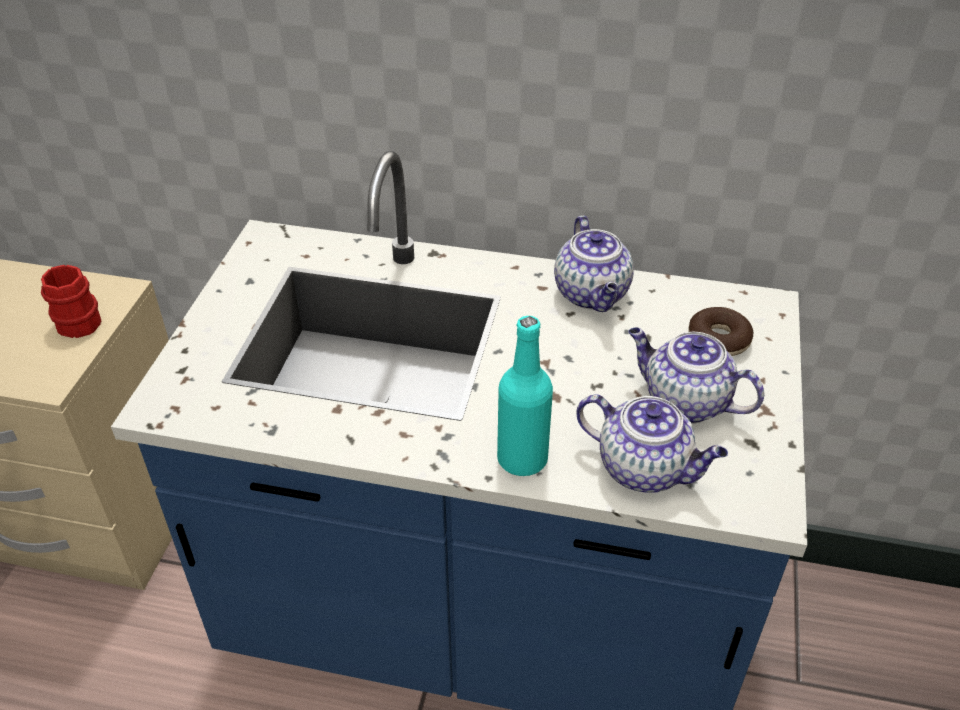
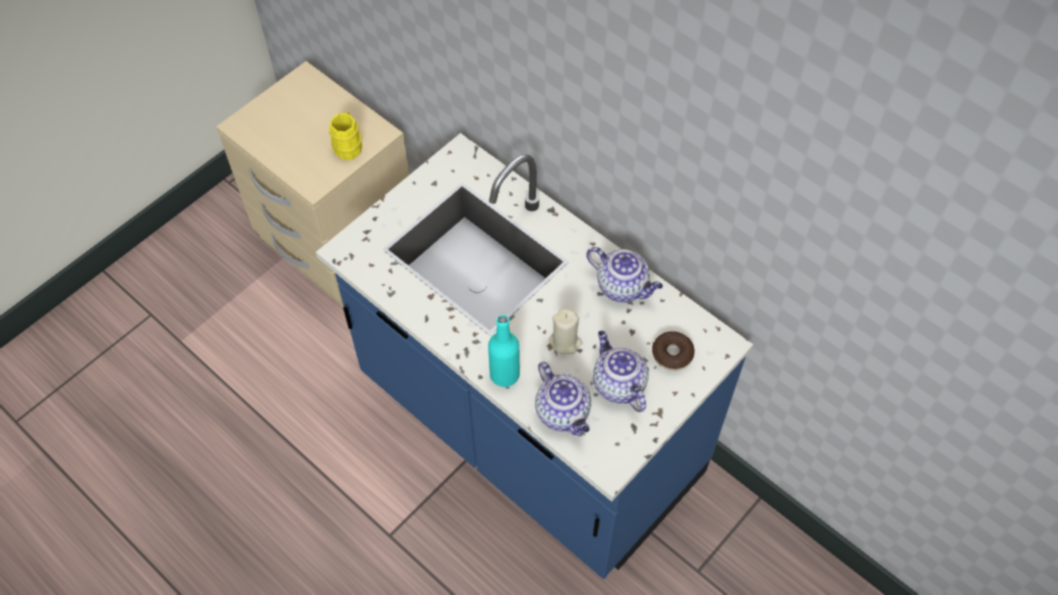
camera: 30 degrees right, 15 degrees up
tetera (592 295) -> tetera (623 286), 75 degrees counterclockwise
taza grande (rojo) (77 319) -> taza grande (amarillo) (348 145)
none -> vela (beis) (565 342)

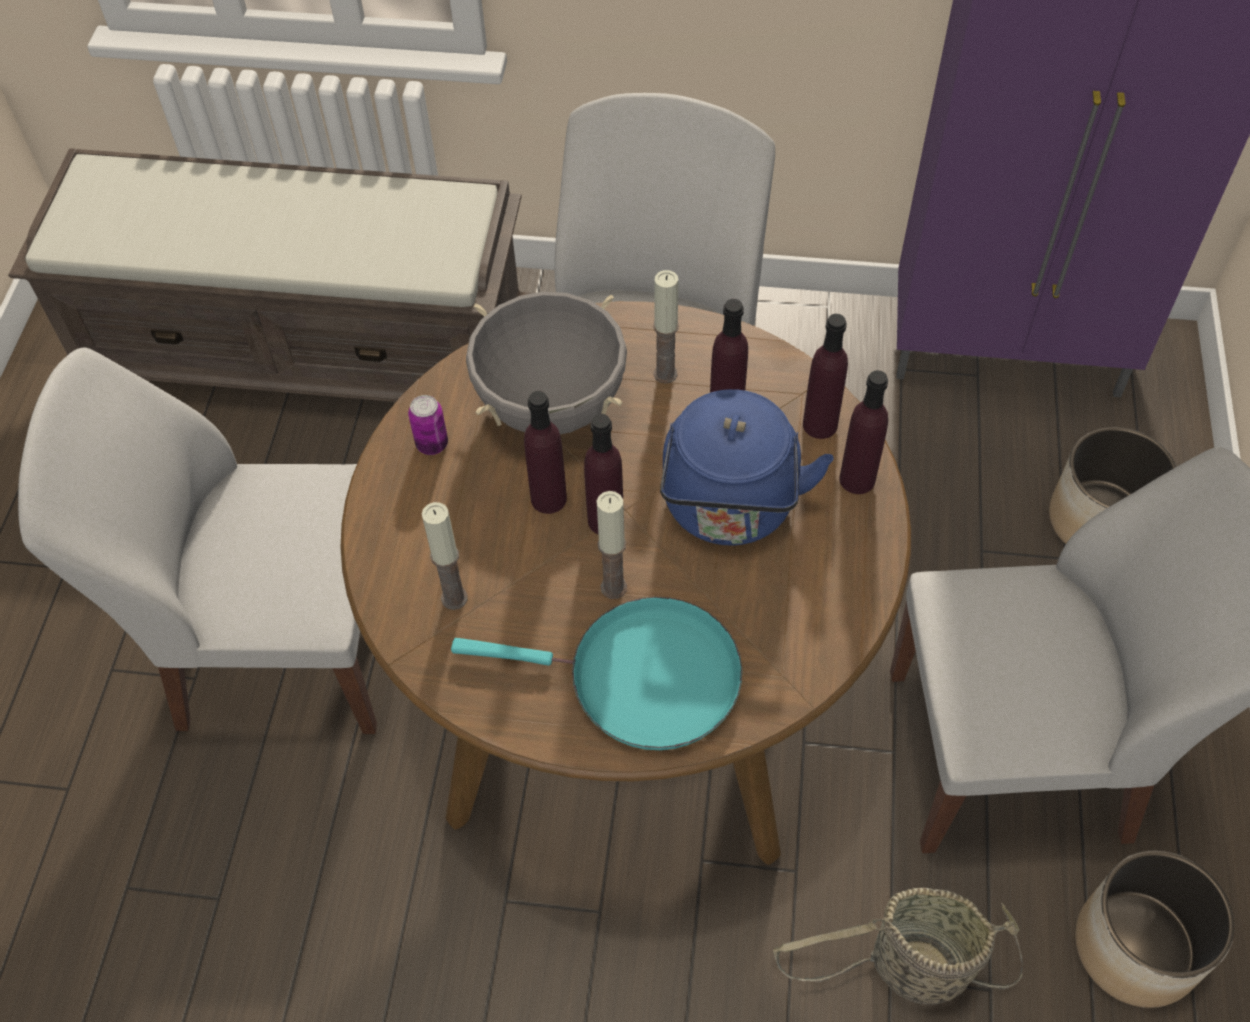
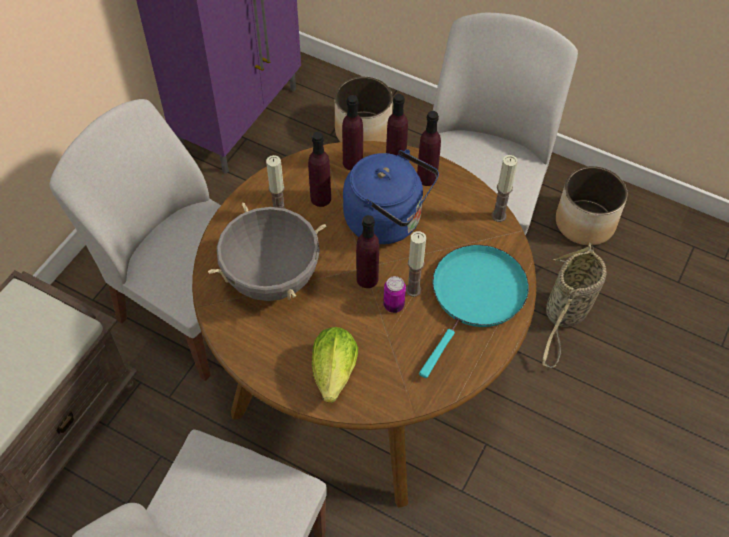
camera: 70 degrees left, 0 degrees up
botella (morado) (548 498) -> botella (morado) (426 178), move
lata (432 444) -> lata (393 305), move
vela (454 598) -> vela (499 216), move
none -> lechuga (333 376)

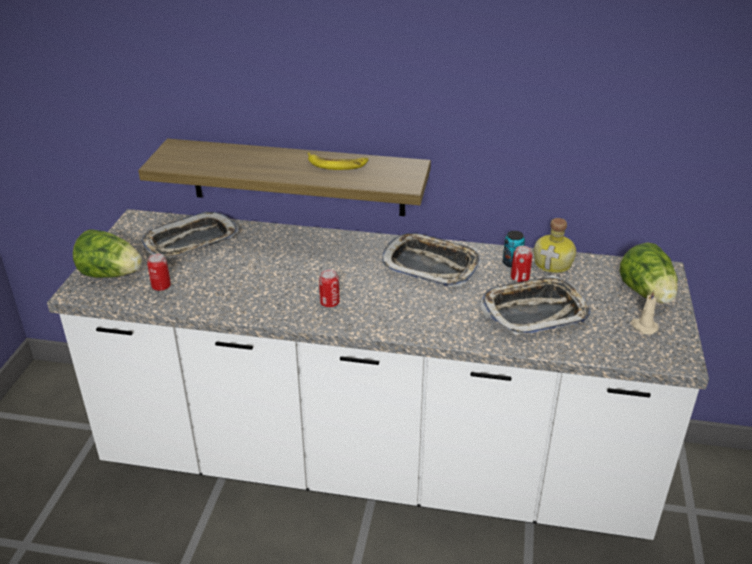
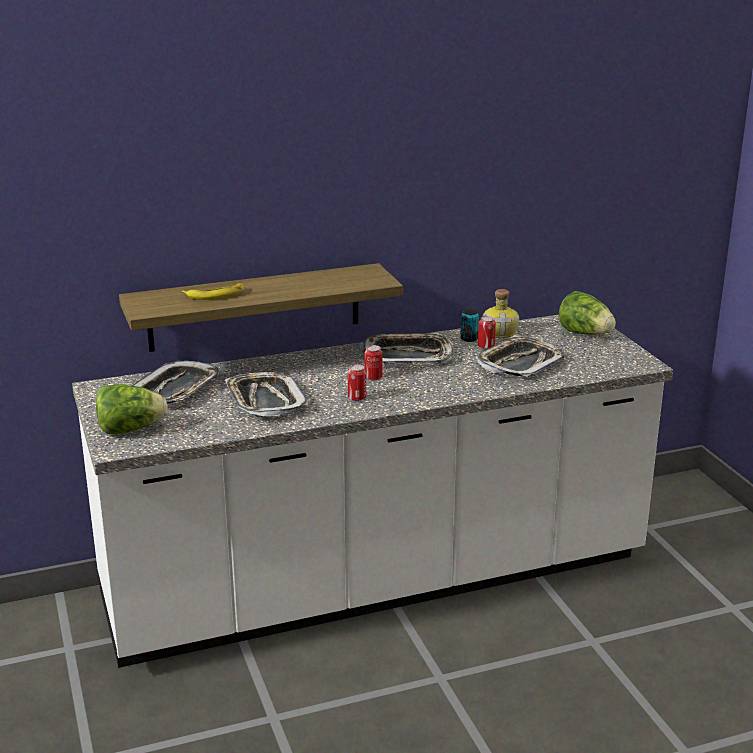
camera: 30 degrees left, 10 degrees down
plátano (337 165) -> plátano (216 295), move
lata (161 286) -> lata (373 377), move
vela (beis) (643 327) -> none
none -> bandeja (265 400)

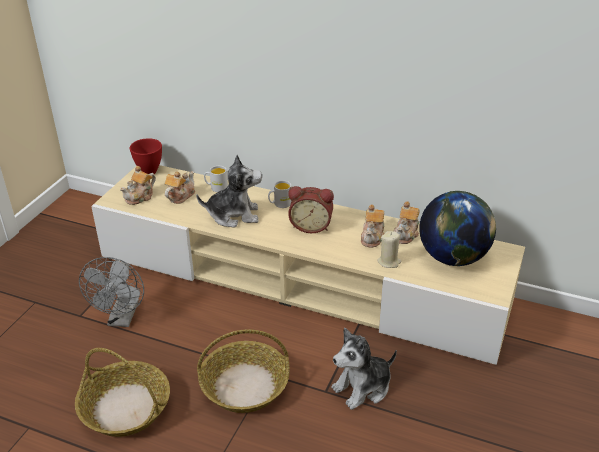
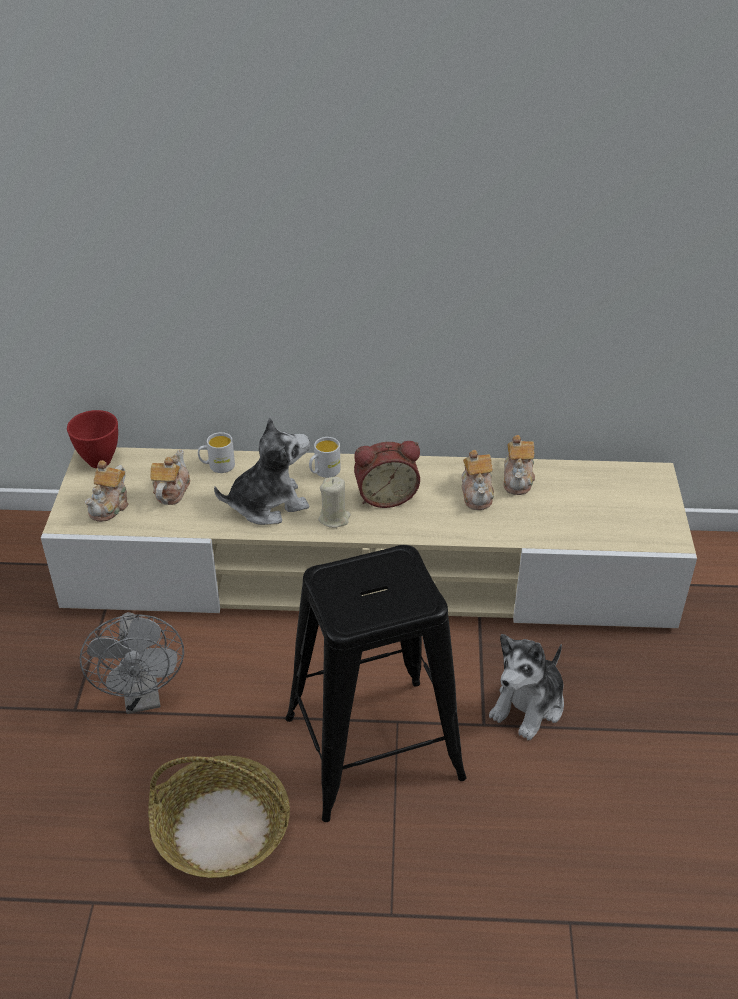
camera: 20 degrees left, 5 degrees up
globo terráqueo (453 258) -> none
vela (beis) (389 262) -> vela (beis) (334 518), move
cesta (245 385) -> taburete (negro) (373 747)

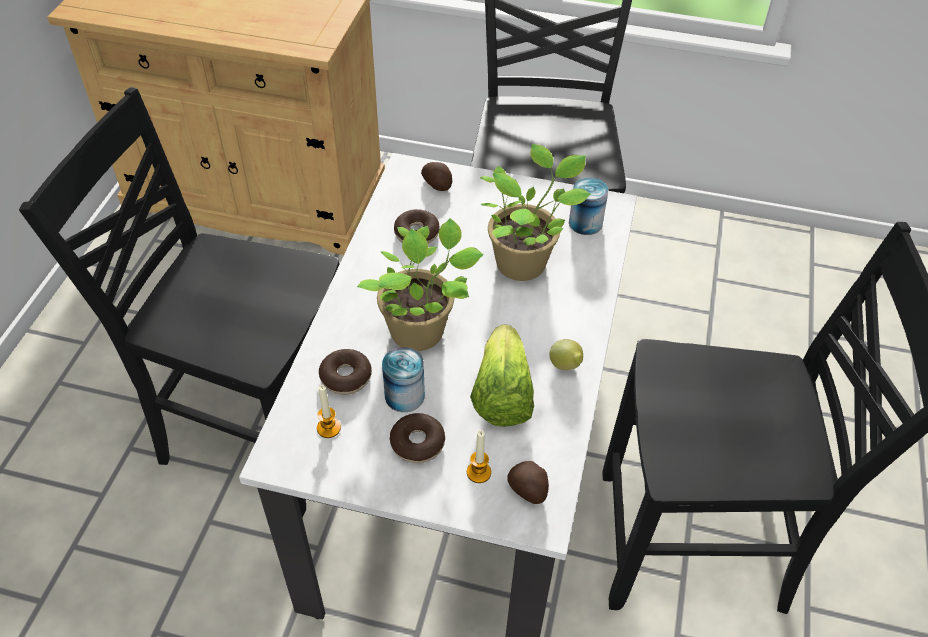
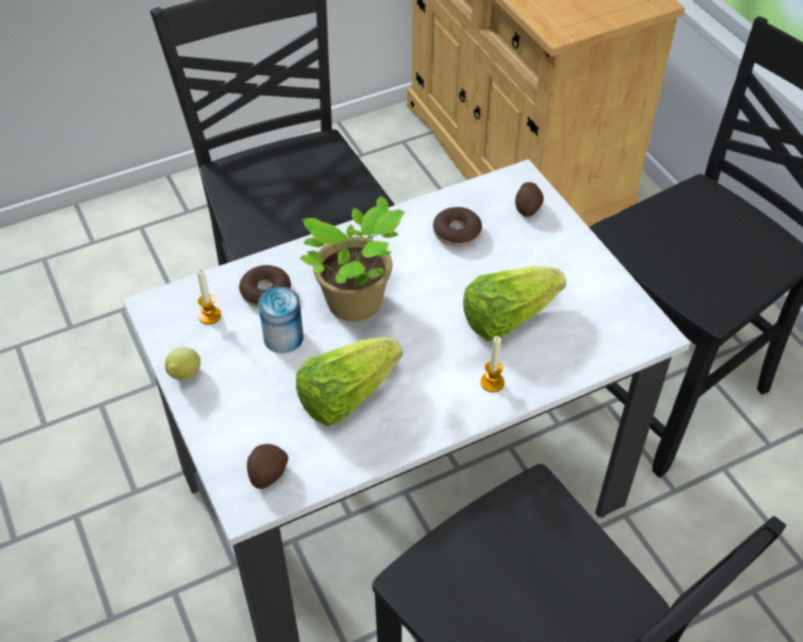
camera: 50 degrees right, 0 degrees up
planta en maceta (524 262) -> lechuga (507 317)
lata (585 223) -> none
limón (566 366) -> limón (184 376), move
rosquilla (417 443) -> none
vela (478 472) -> vela (492 382), move

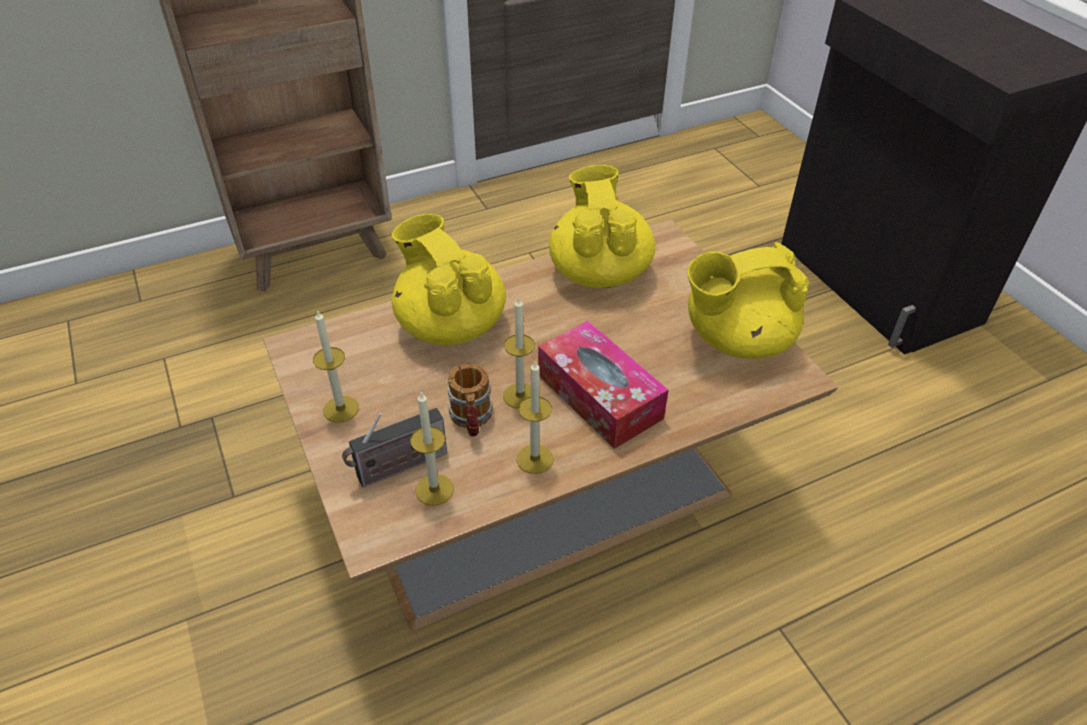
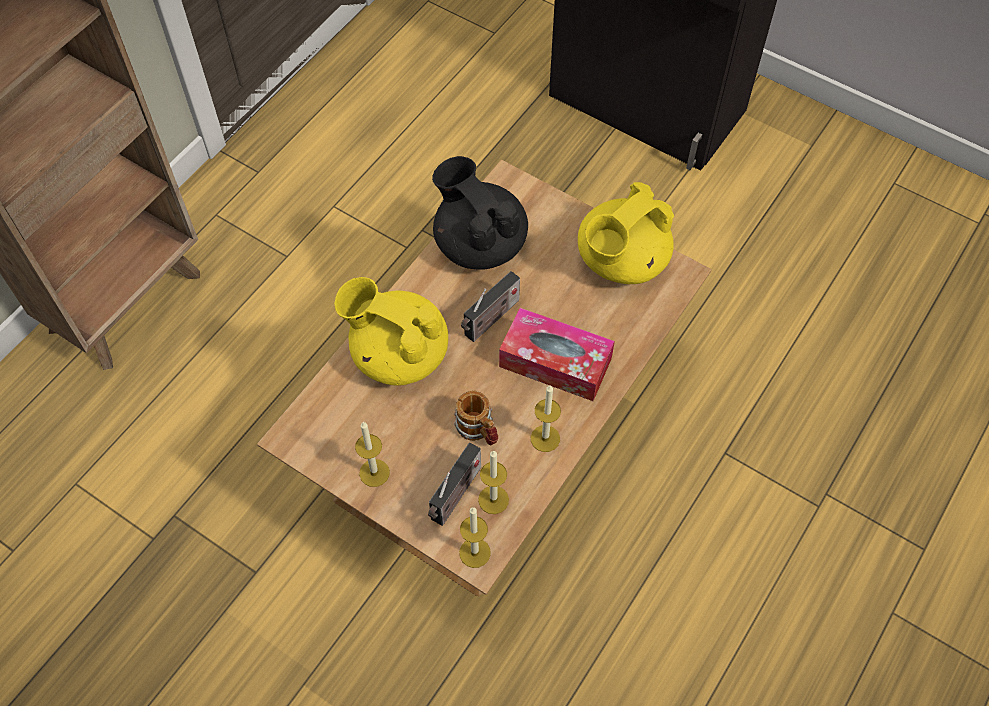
camera: 30 degrees left, 15 degrees up
tetera (amarillo) (599 271) -> tetera (negro) (479 243)
vela (520 395) -> vela (474 552), move
none -> radio (490 320)

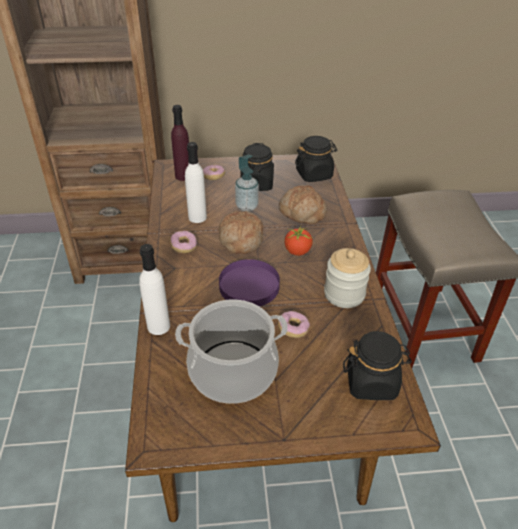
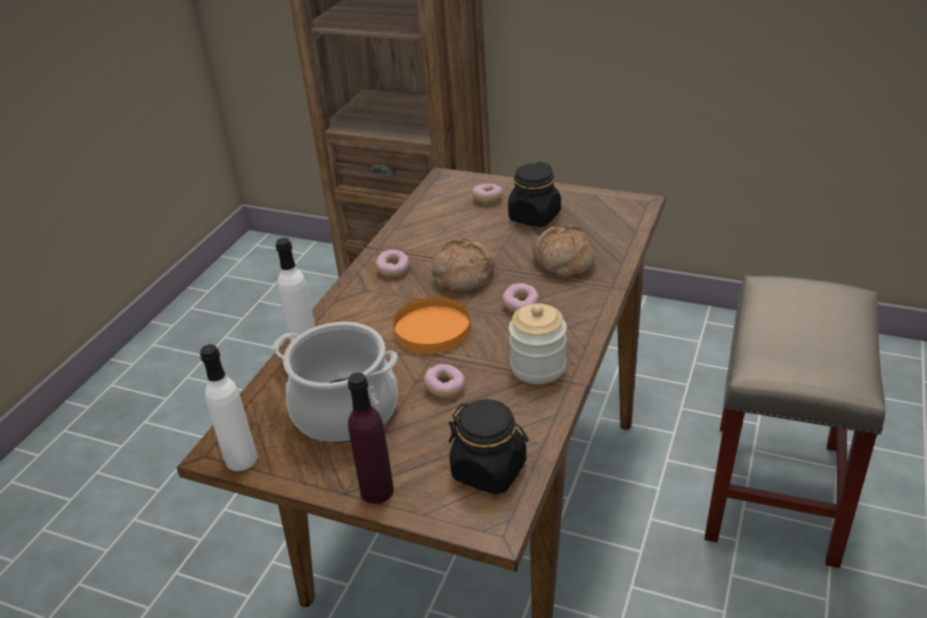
camera: 30 degrees right, 5 degrees down
botella (morado) (183 176) -> botella (morado) (377 490), move
tarro (negro) (314 174) -> none
botella (blanco) (197 217) -> botella (blanco) (241 459), move
dispensador de jabón (247 206) -> none
tomate (297 251) -> rosquilla (520 305)
plato (morado) (249 286) -> plato (naranja) (432 329)

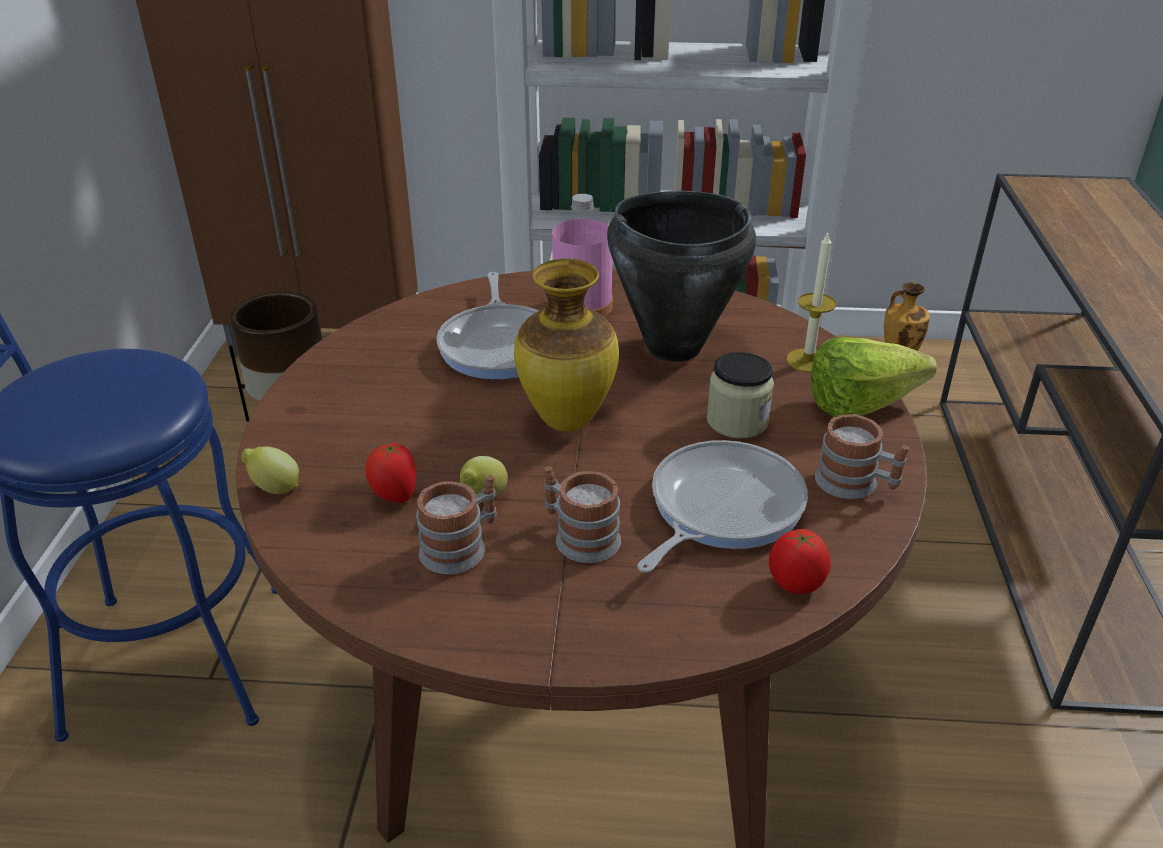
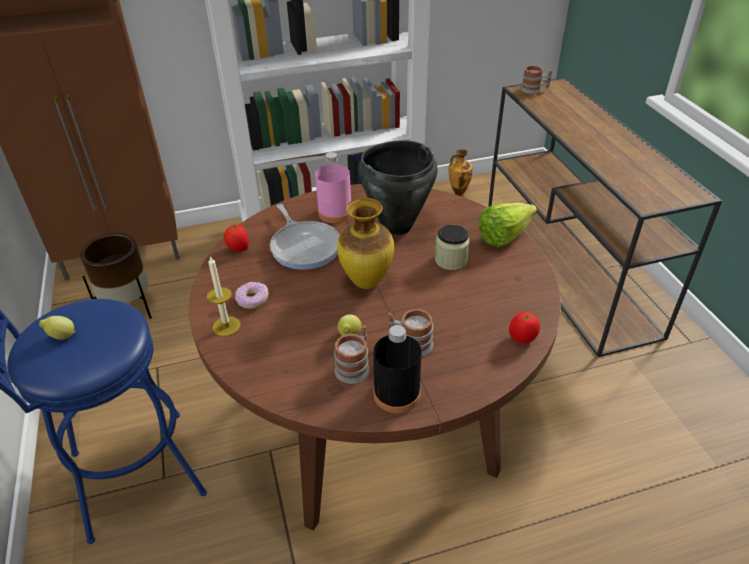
camera: 20 degrees left, 5 degrees up
vela (808 360) -> vela (226 326), move
taza grande (856 484) -> taza grande (534 90), move
sartén (720 508) -> none
tomate (394 496) -> tomate (238 249), move
limón (274 488) -> limón (61 336), move
none -> rosquilla (252 299)
none -> botella (negro) (396 394)

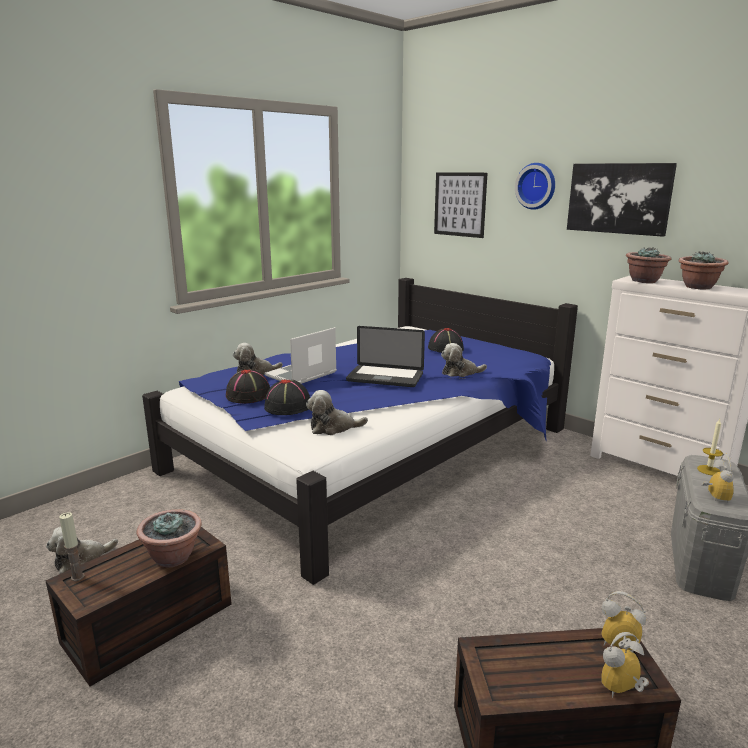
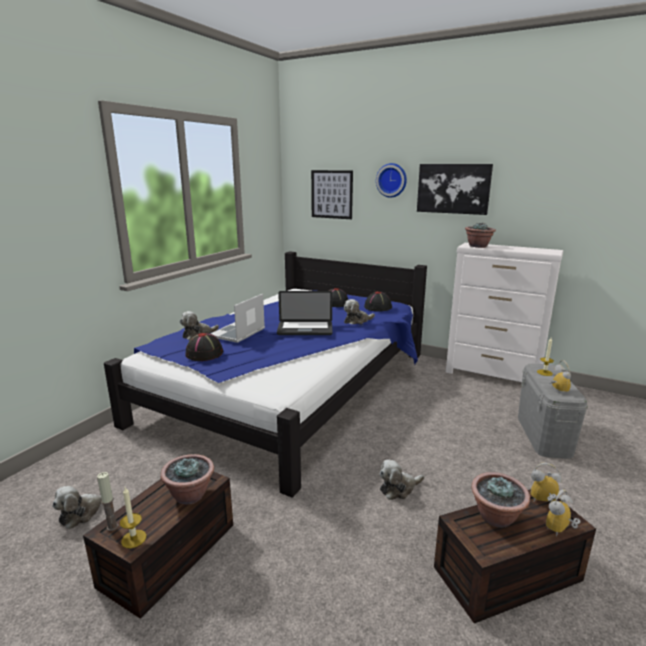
camera: 15 degrees left, 0 degrees up
planta en maceta (698 287) -> planta en maceta (496 517), move
sombrero (negro) (288 406) -> sombrero (negro) (378 307), move
peluche (333 428) -> peluche (398 488), move
none -> vela (134 539)

